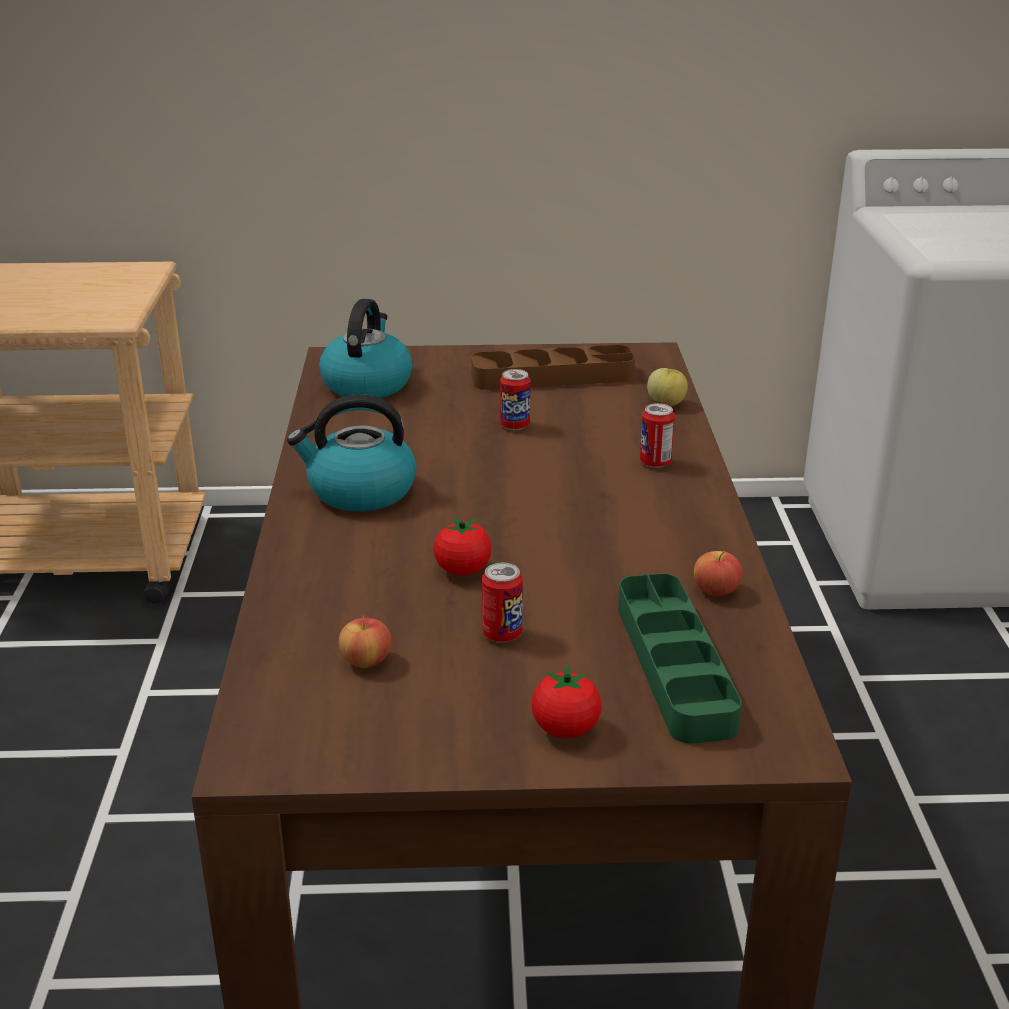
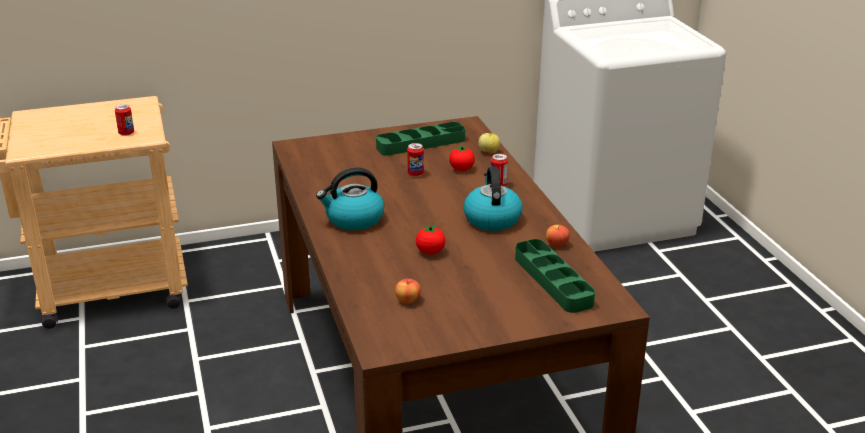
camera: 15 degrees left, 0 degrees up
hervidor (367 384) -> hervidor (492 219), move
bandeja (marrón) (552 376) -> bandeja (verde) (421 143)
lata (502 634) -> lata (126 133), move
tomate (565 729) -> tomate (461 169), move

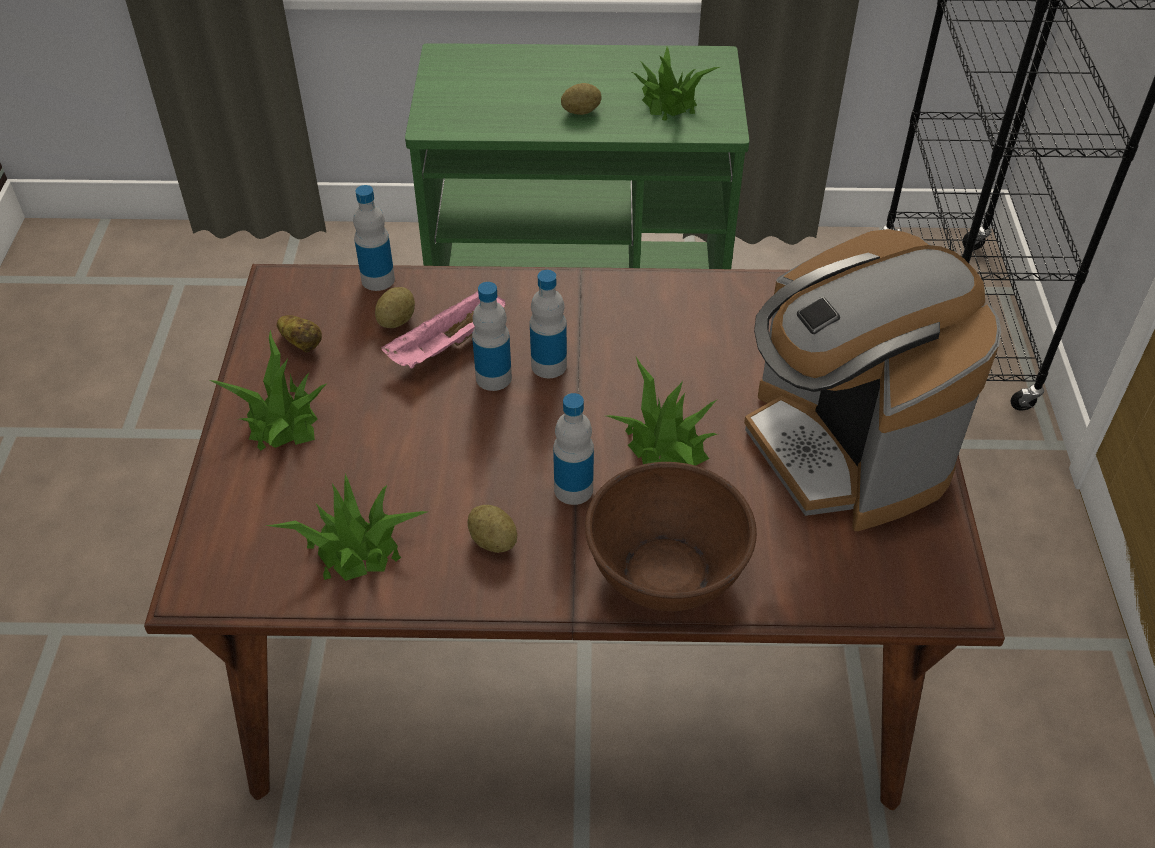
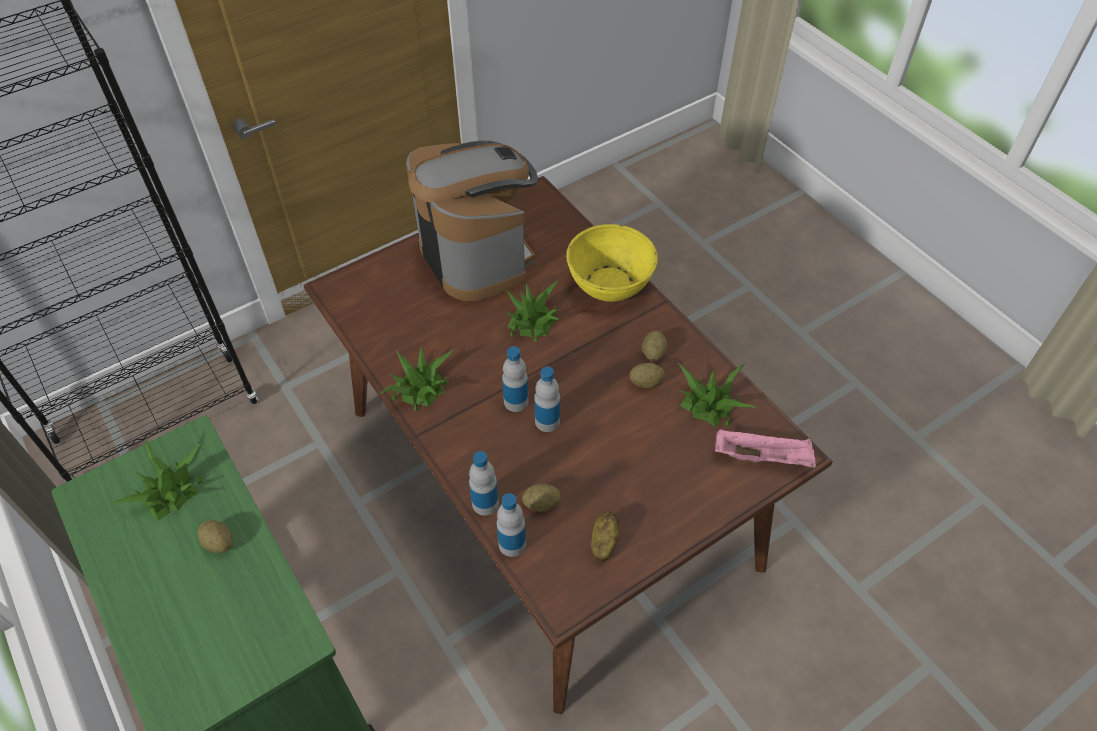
camera: 125 degrees left, 5 degrees up
cafetera (844 449) -> cafetera (477 256), 60 degrees counterclockwise
bandeja (rosa) (447 346) -> bandeja (rosa) (763 457), move
planta en maceta (282 418) -> planta en maceta (419 388), move
botella (573 489) -> botella (485 503), move
cuenco (marrón) (666 571) -> cuenco (amarillo) (609 284)
none -> patata (646 382)

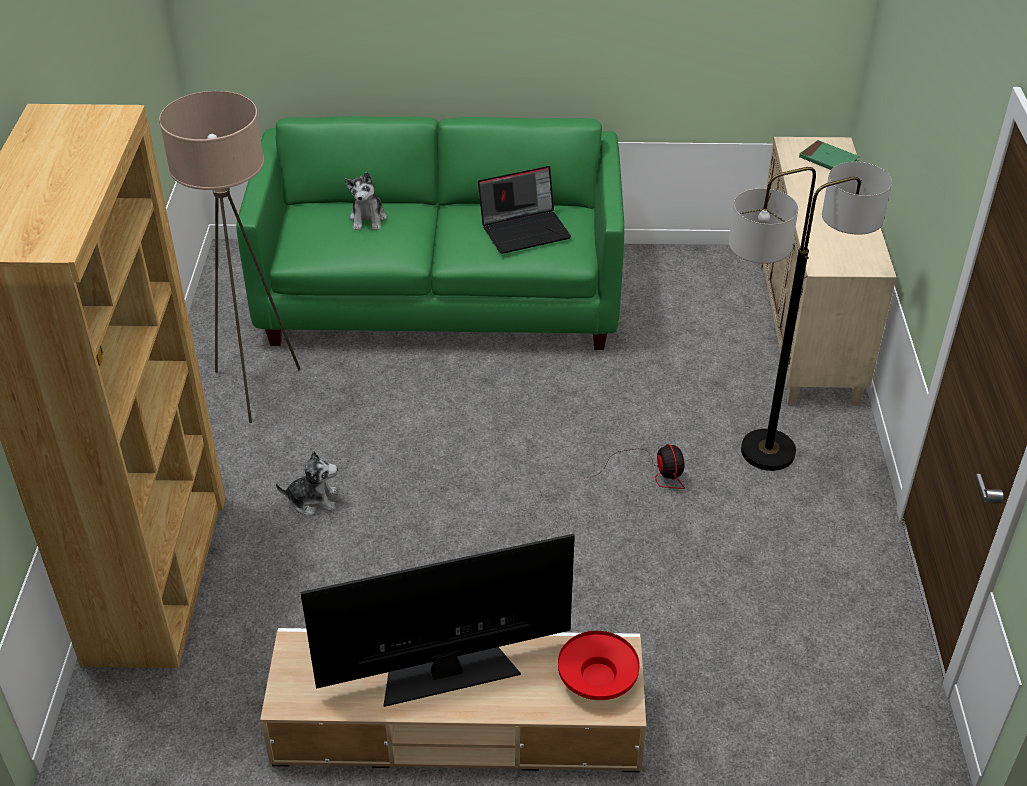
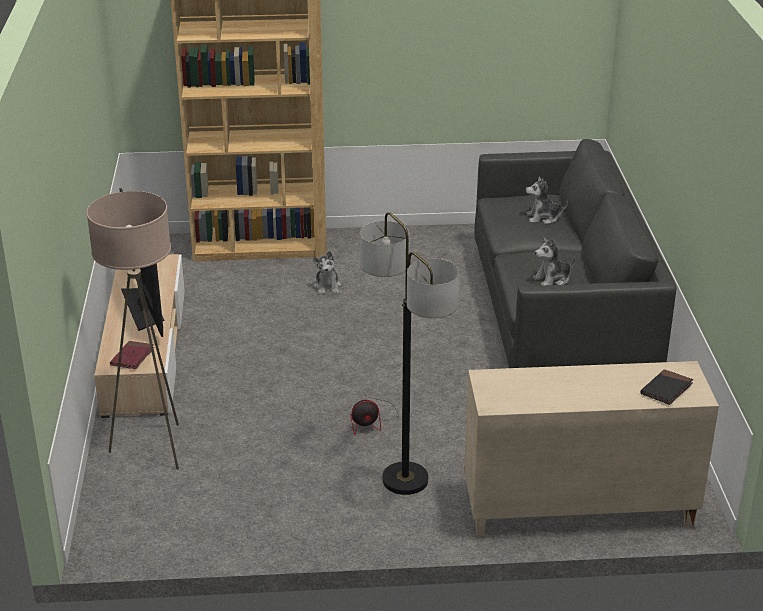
camera: 85 degrees right, 10 degrees down
lámpara de pie (beis) (255 388) -> lámpara de pie (beis) (154 448), move
sofá (verde) (442 297) -> sofá (gris) (560 317)
libro (verde) (828 160) -> libro (negro) (666 389)
portátil (525 229) -> peluche (552 279)
cuenco (rojo) (597 678) -> libro (rojo) (132 357)

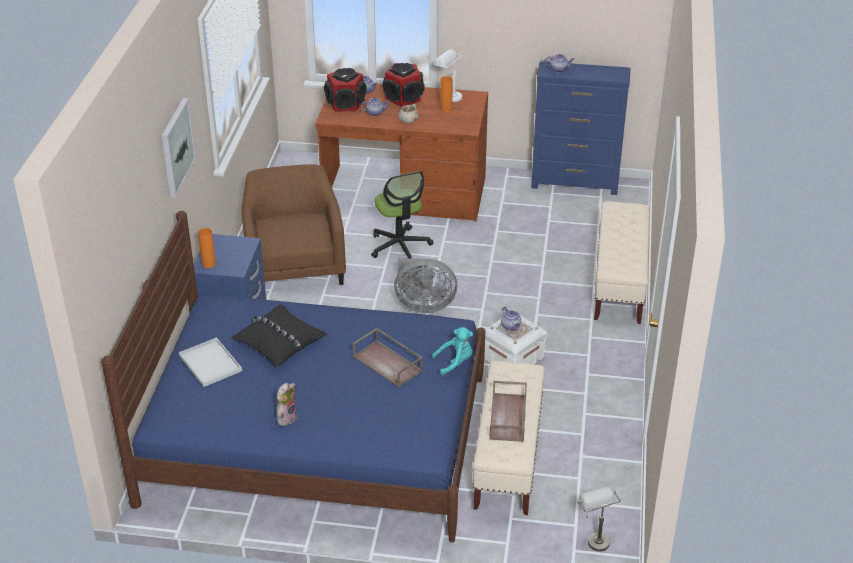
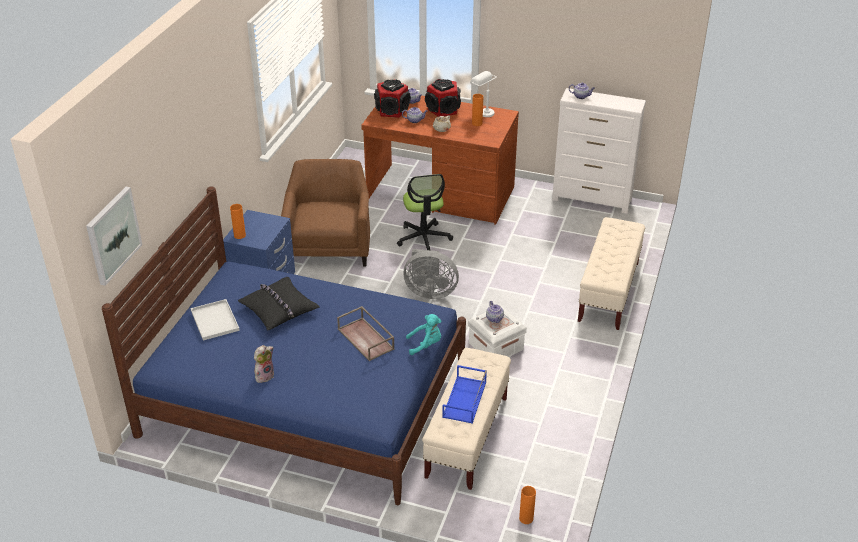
camera: 10 degrees right, 0 degrees up
cómoda (azul) (575 184) -> cómoda (blanco) (592 200)
cuadro (176 147) -> cuadro (113 235), move
bandeja (marrón) (508 418) -> bandeja (azul) (465 400)
lámpara de mesa (gris) (594 537) -> florero (naranja) (526 518)

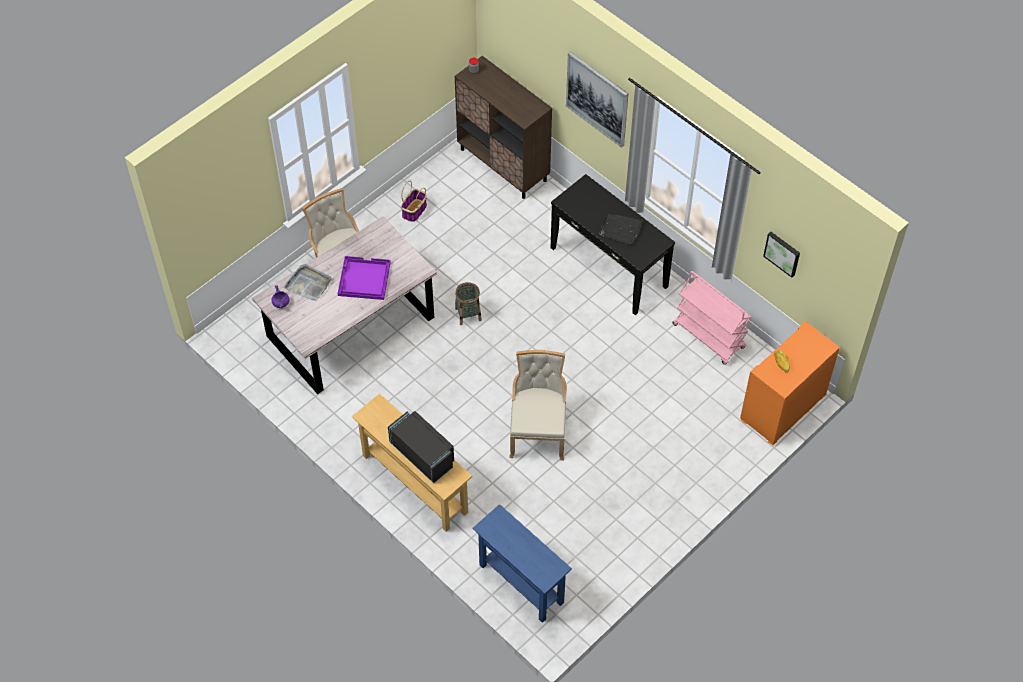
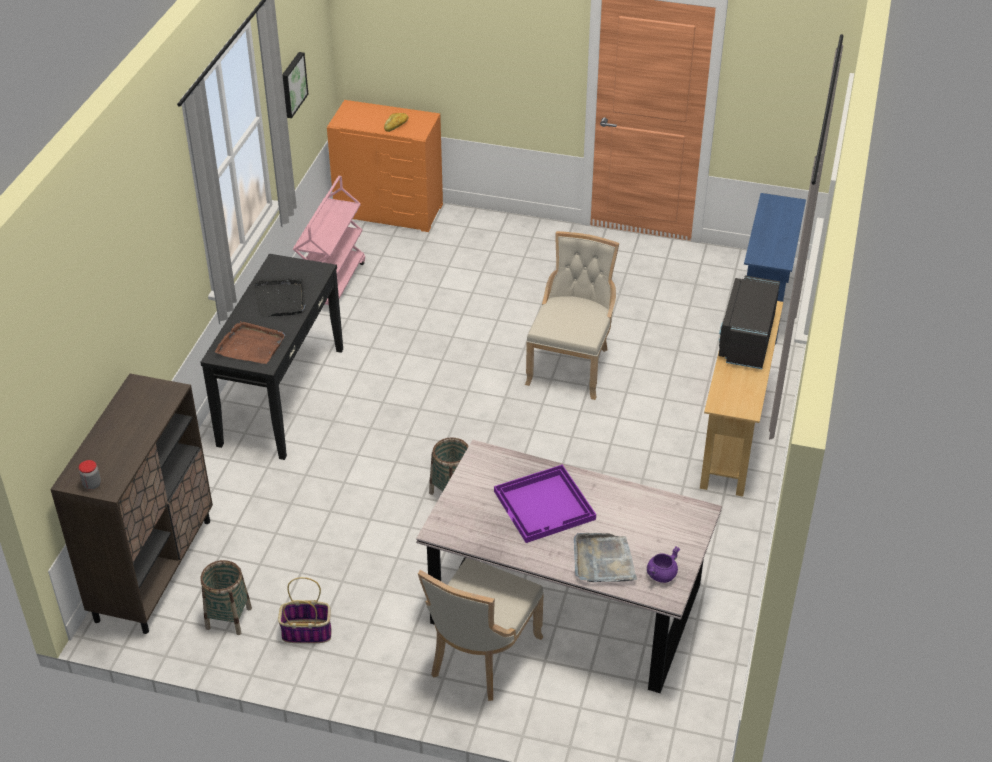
camera: 120 degrees left, 15 degrees down
cuadro (597 99) -> none
silla (beis) (538 431) -> silla (beis) (571 365), 135 degrees clockwise
none -> bandeja (marrón) (251 345)
none -> cesta (228 618)

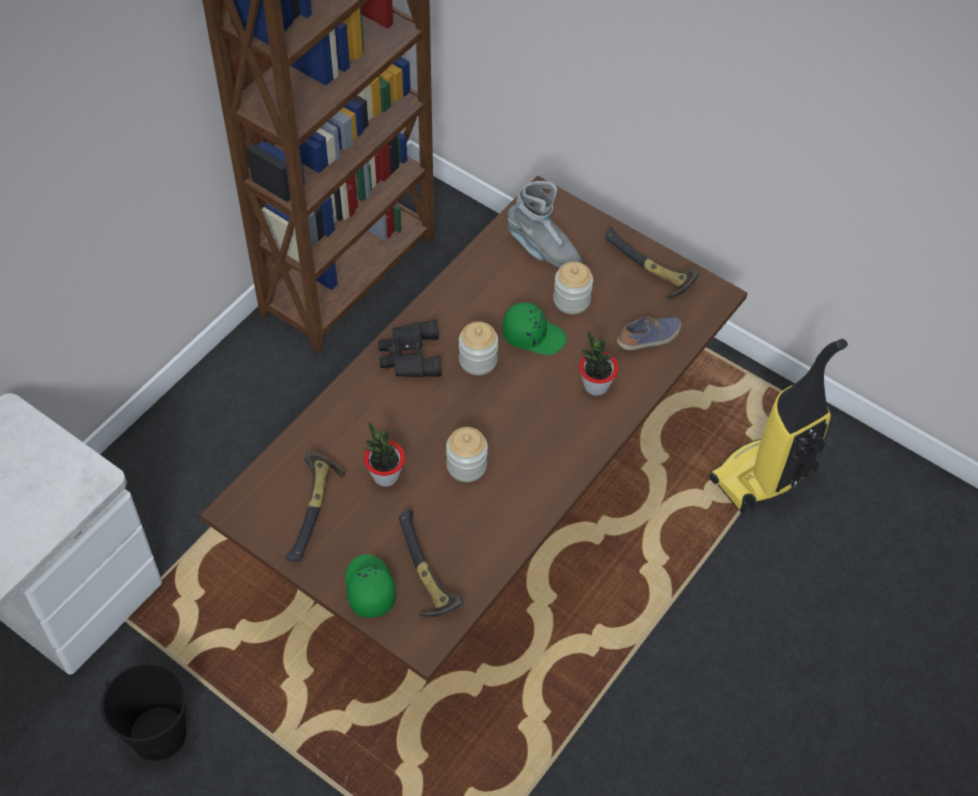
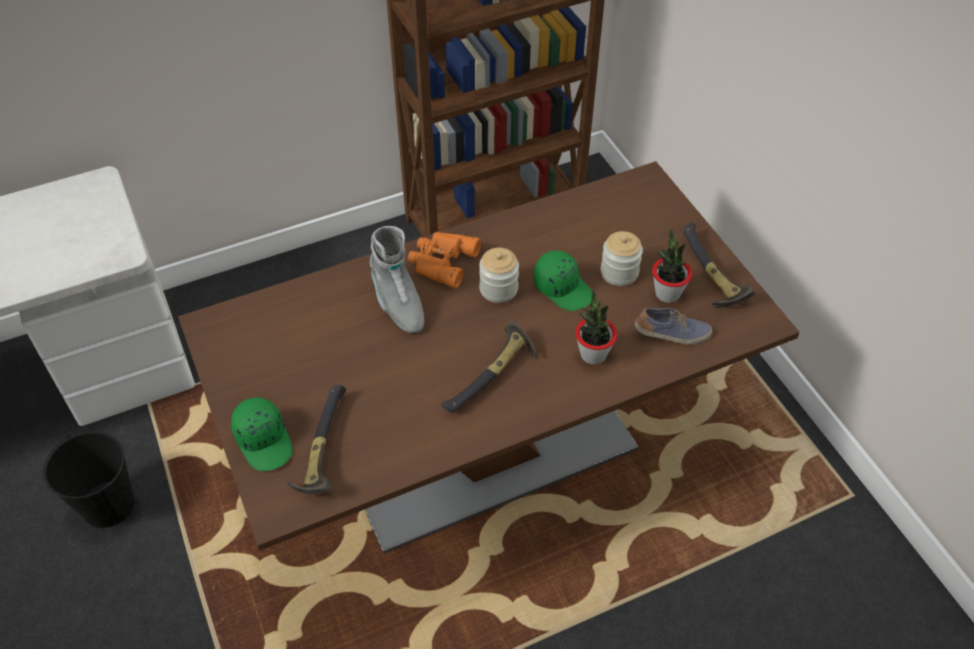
camera: 30 degrees right, 5 degrees down
bota (gris) (543 250) -> bota (gris) (397 303), move
prismáticos (negro) (409 356) -> prismáticos (naranja) (441 262)
aspiradora (763 477) -> none
planta en maceta (385 475) -> planta en maceta (667 293), move
tarro (466 465) -> none
martillo (315 511) -> martillo (493 377), move
gorra (verde) (369 589) -> gorra (verde) (265 440), 135 degrees clockwise

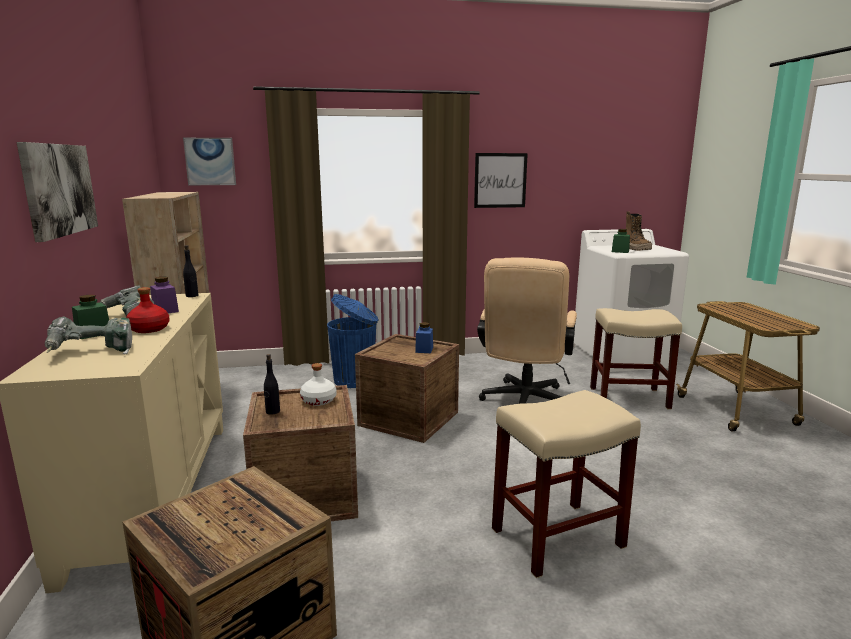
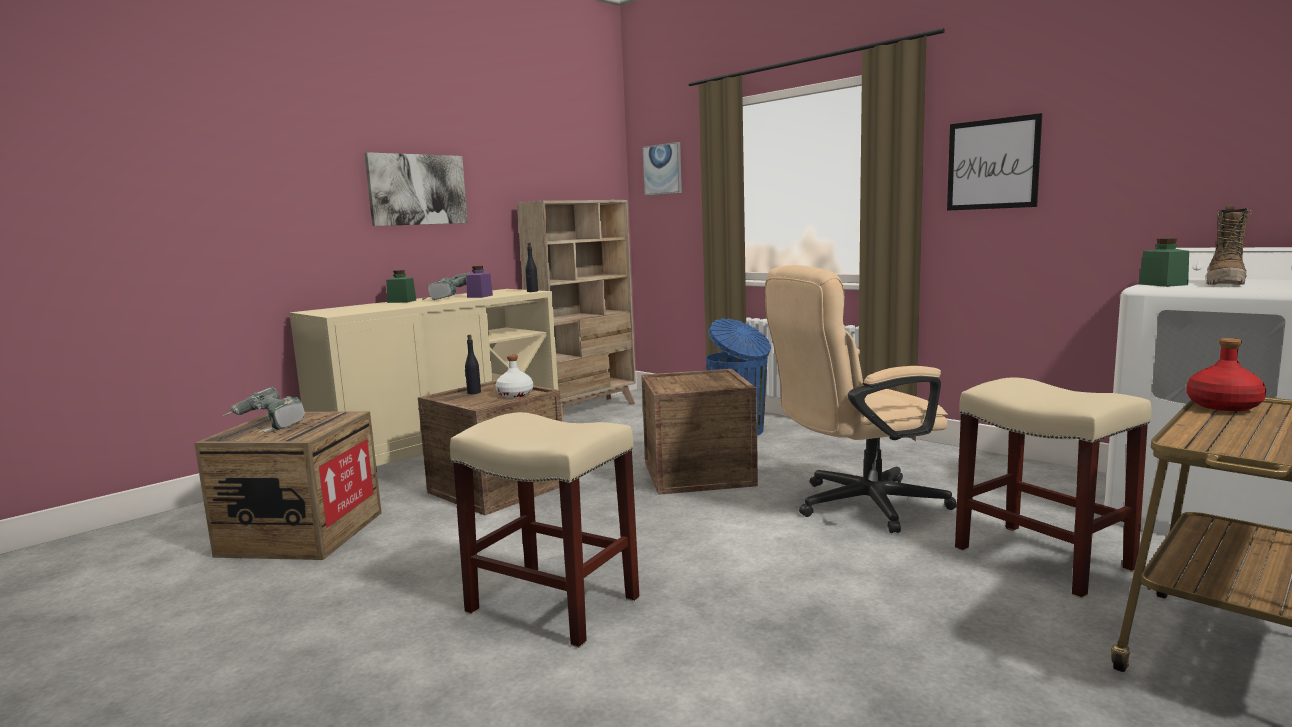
camera: 55 degrees right, 5 degrees down
botella (rojo) (148 329) -> botella (rojo) (1222 406), move
taladro (91 352) -> taladro (267 424), move
tarro (azul) (424 349) -> none

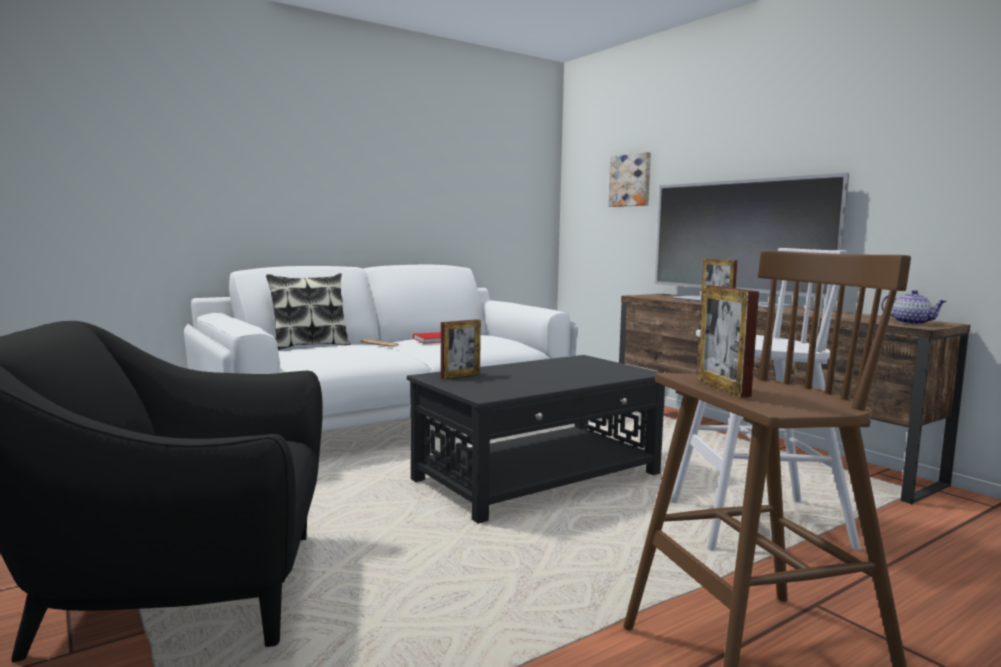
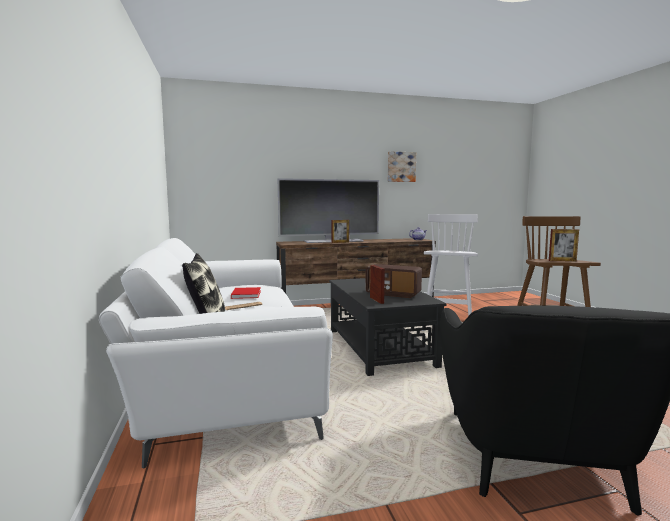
camera: 70 degrees left, 0 degrees up
cuadro (631 180) -> cuadro (401 167), move
none -> radio (393 294)

